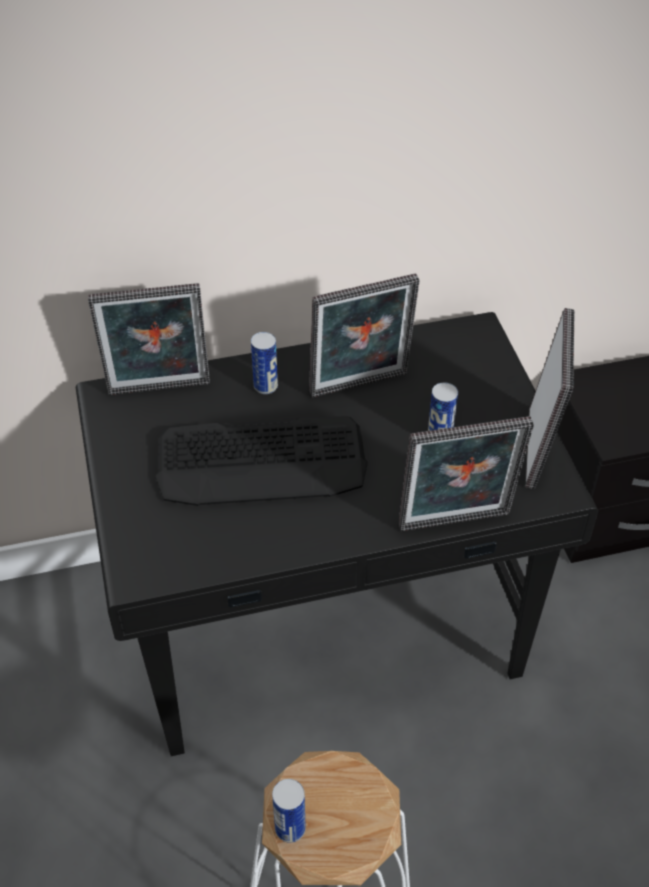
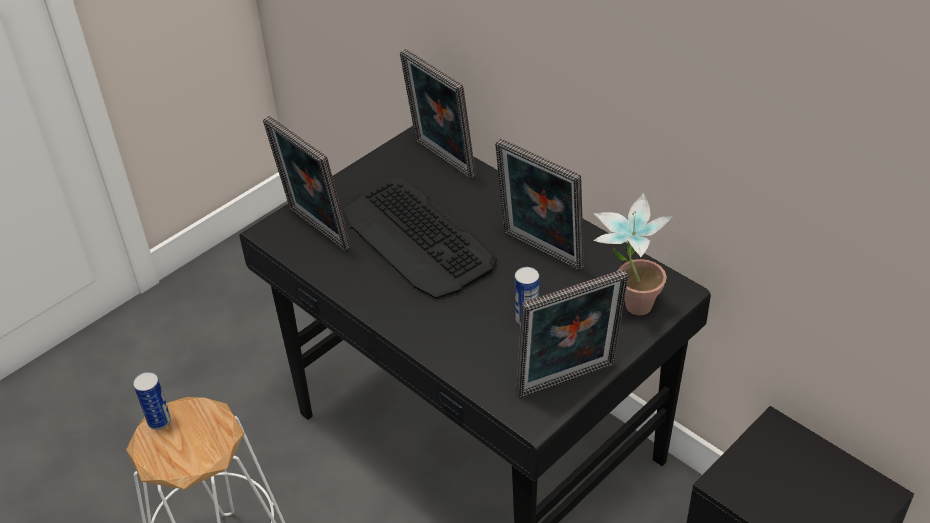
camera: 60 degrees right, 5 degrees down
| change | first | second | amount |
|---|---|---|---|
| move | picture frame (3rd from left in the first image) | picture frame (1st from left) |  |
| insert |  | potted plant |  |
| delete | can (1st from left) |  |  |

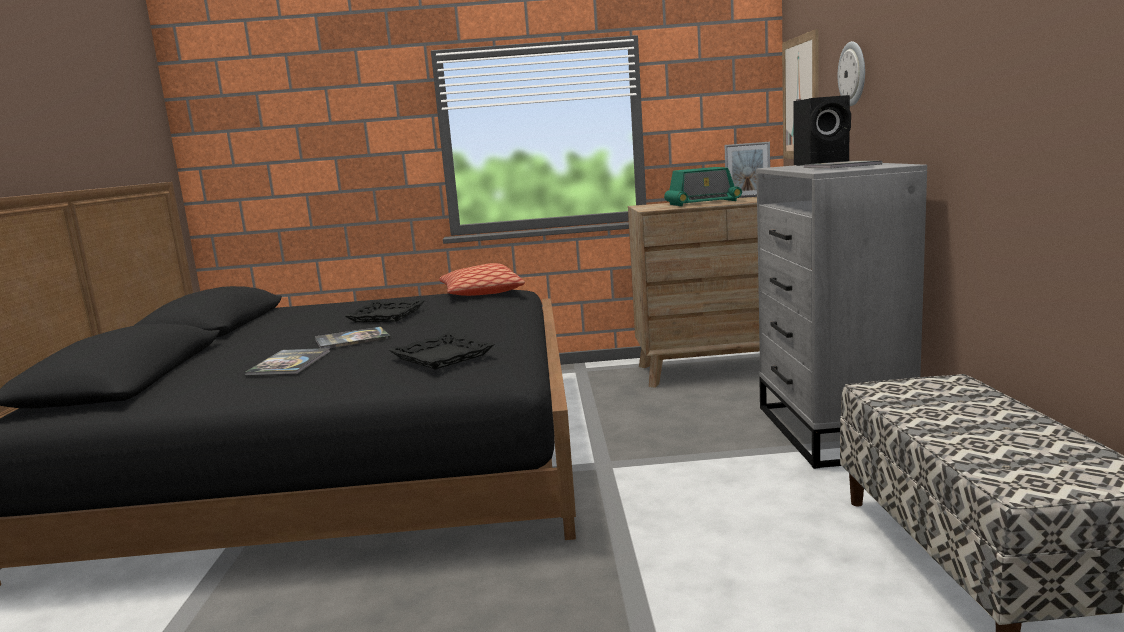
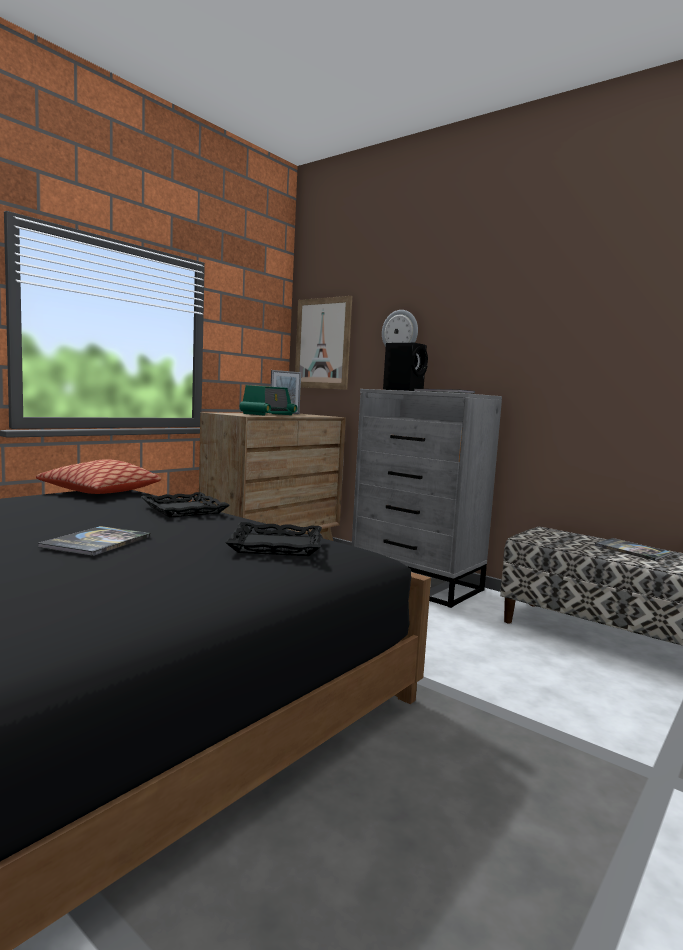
camera: 50 degrees left, 5 degrees down
| change | first | second | amount |
|---|---|---|---|
| move | tray in black (1st from left) |  |  |
| move | book (1st from left in the first image) | book (3rd from left) |  |

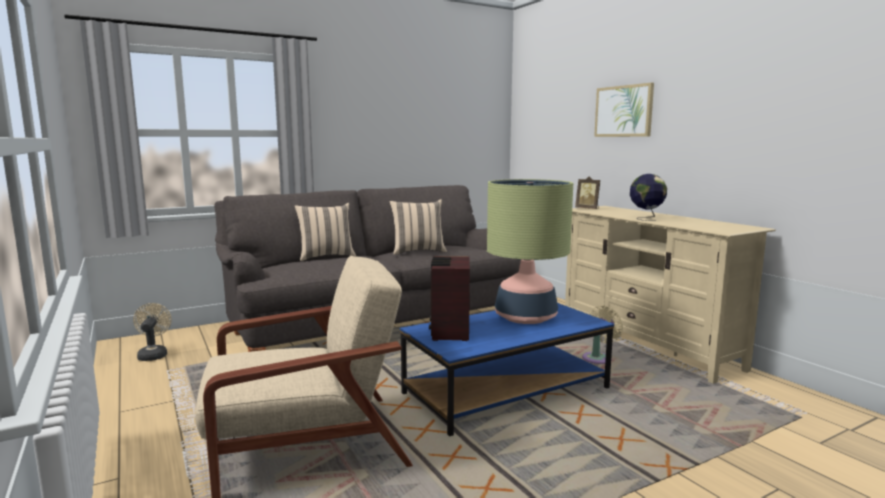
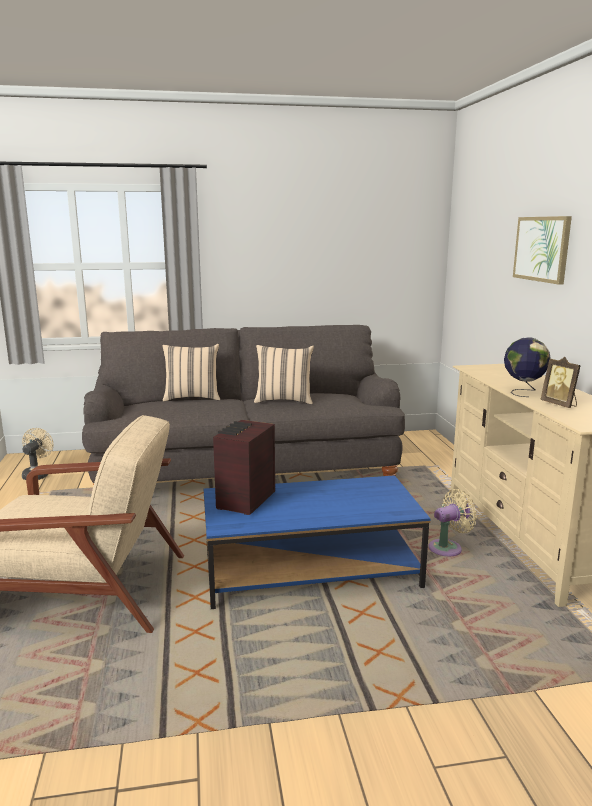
camera: 20 degrees right, 5 degrees up
| change | first | second | amount |
|---|---|---|---|
| move | picture frame |  |  |
| delete | table lamp |  |  |

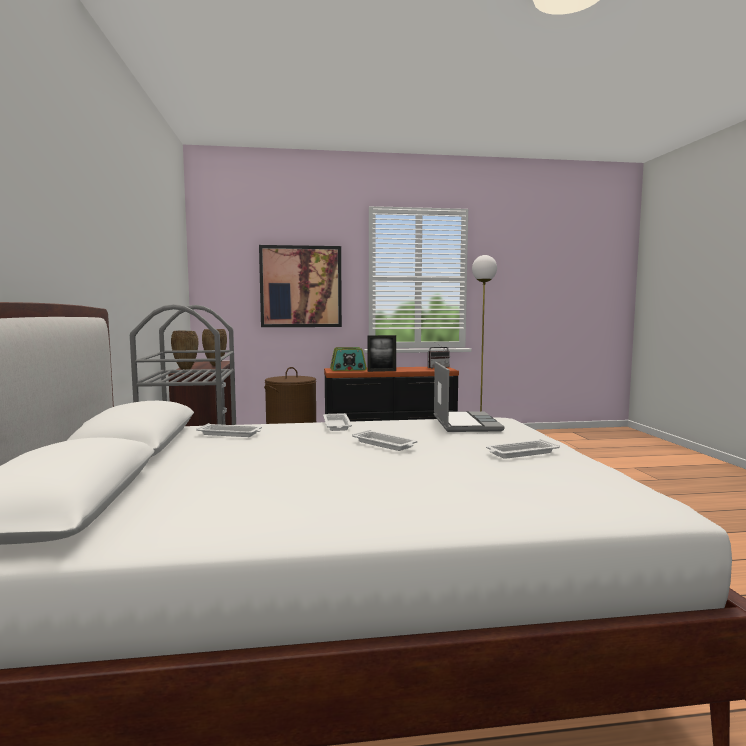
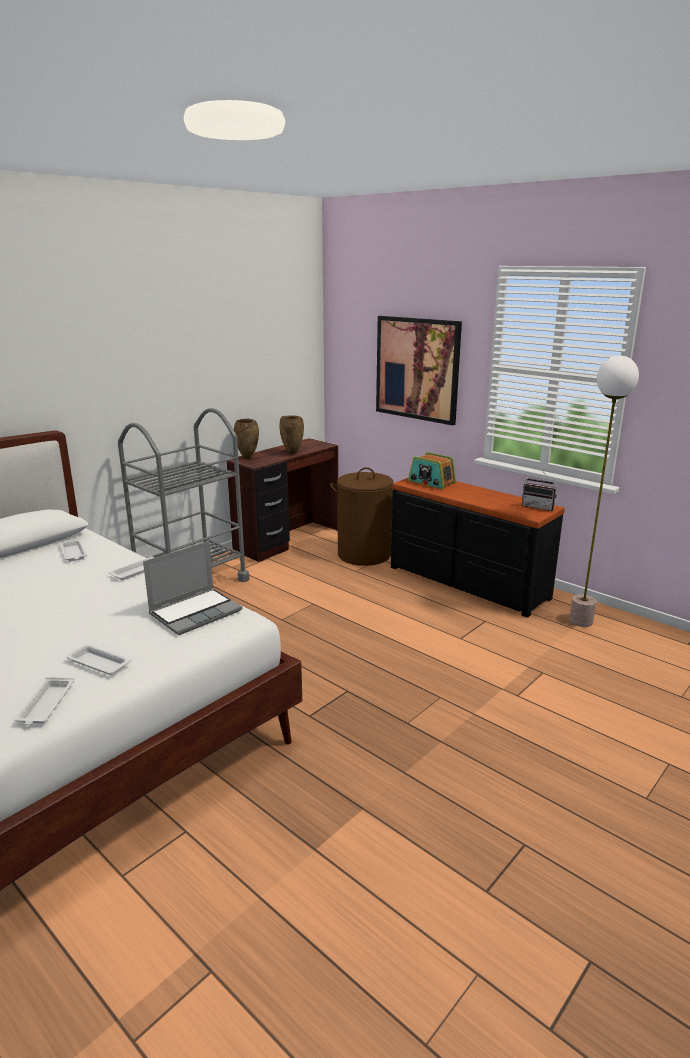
camera: 50 degrees right, 15 degrees up
| change | first | second | amount |
|---|---|---|---|
| move | tray in white (3rd from left in the first image) | tray in white (1st from left) |  |
| delete | picture frame |  |  |

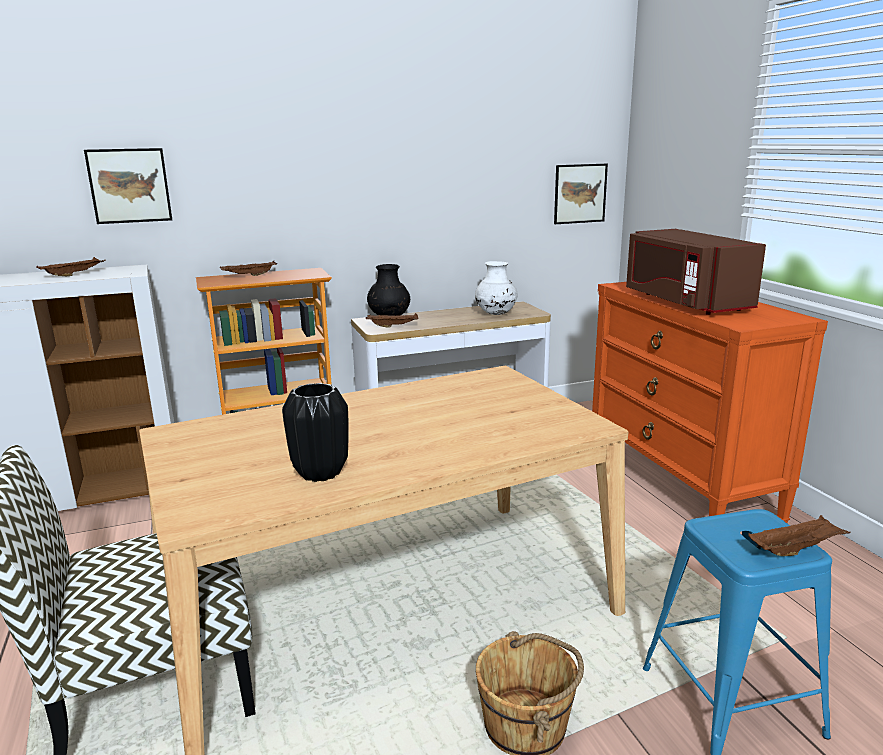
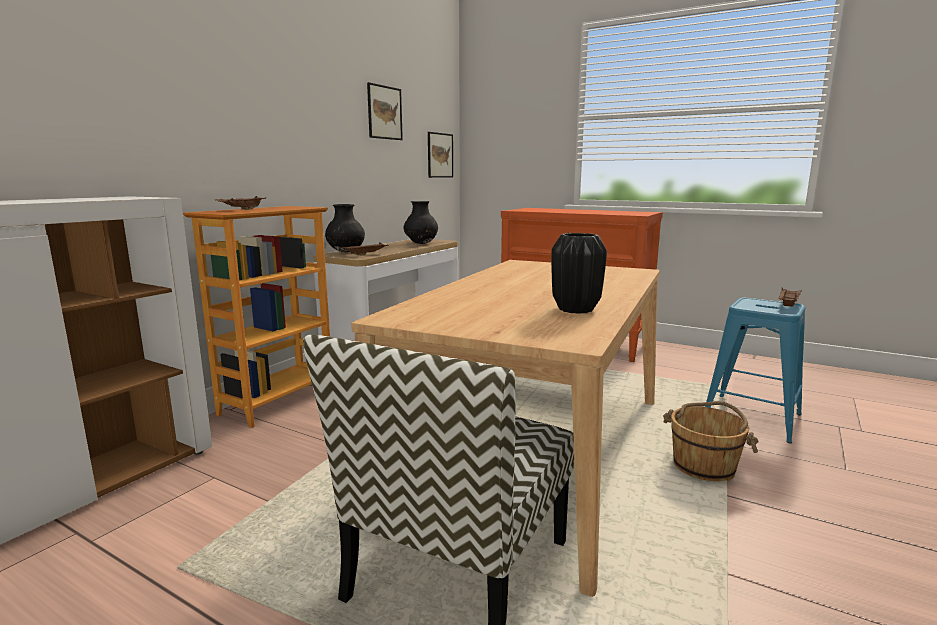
camera: 40 degrees left, 5 degrees down
| change | first | second | amount |
|---|---|---|---|
| move | picture (1st from left) |  |  |
| recolor | vase in white | vase in black (2nd from left) |  |
| delete | tray in brown (1st from left) |  |  |
| delete | microwave in brown |  |  |

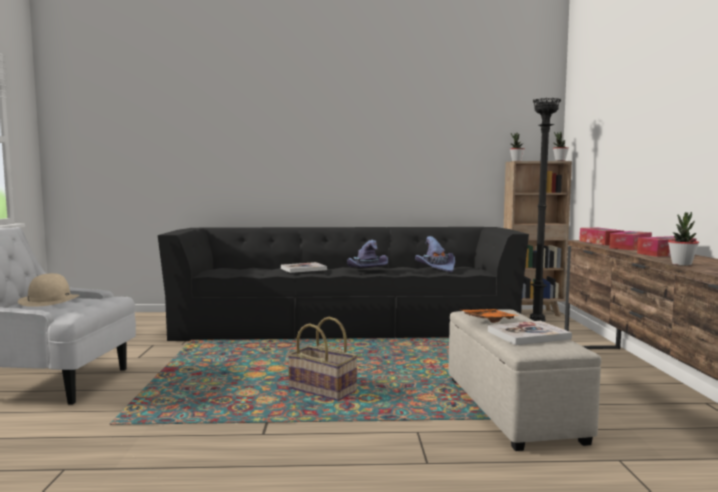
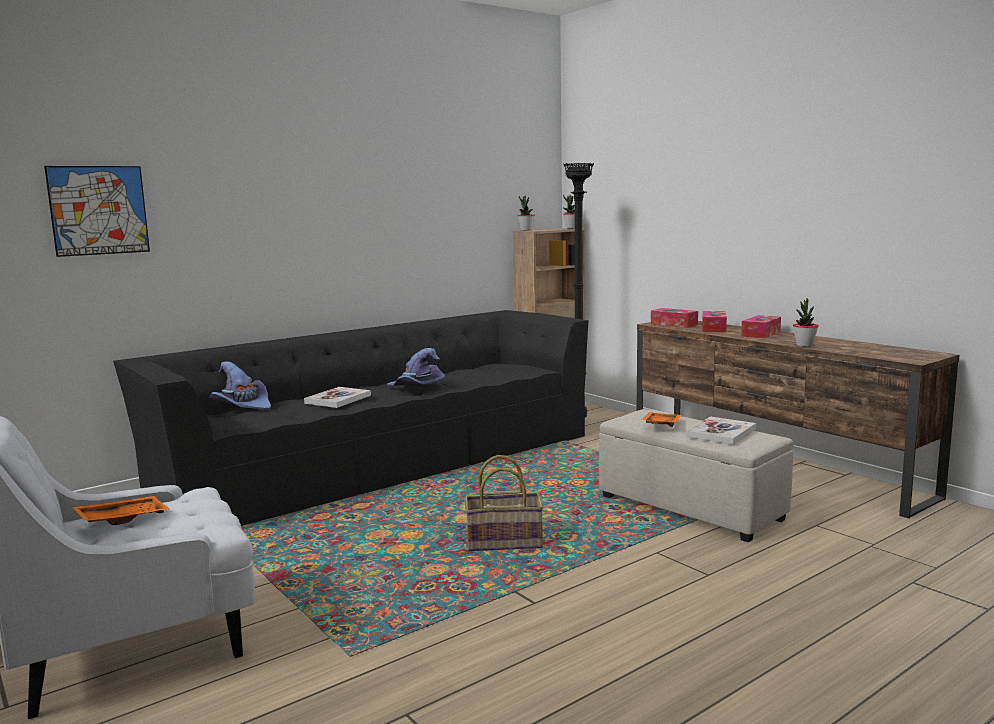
camera: 35 degrees left, 5 degrees up
| change | first | second | amount |
|---|---|---|---|
| insert |  | picture |  |
| replace | hat in beige | tray in orange (1st from left) |  |
| move | hat in purple (2nd from left in the first image) | hat in purple (1st from left) |  |

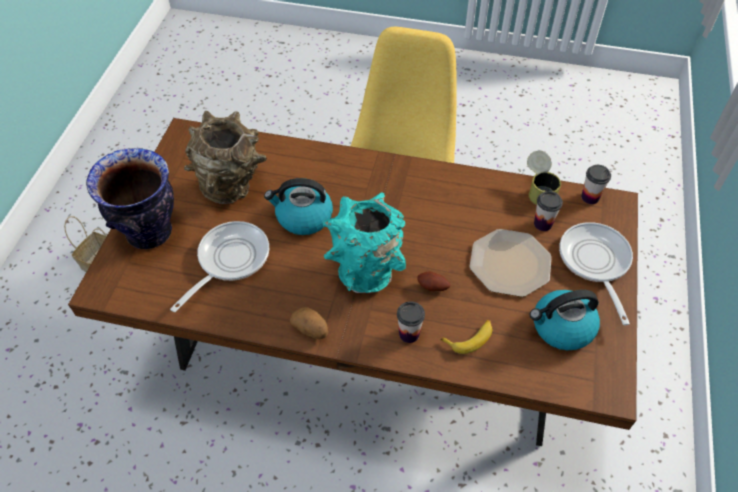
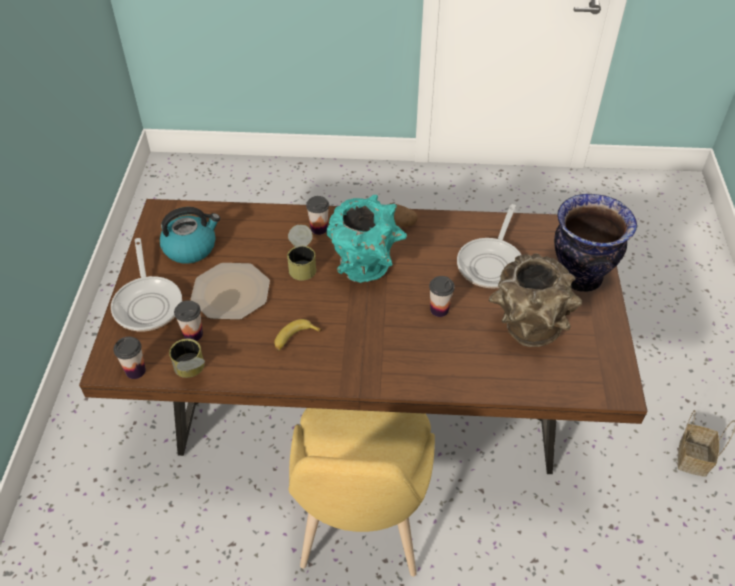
camera: 170 degrees right, 5 degrees down
| change | first | second | amount |
|---|---|---|---|
| move | banana |  |  |
| replace | potato (2nd from left) | can (2nd from left) |  |
| replace | kettle (1st from left) | cup (4th from left) |  |

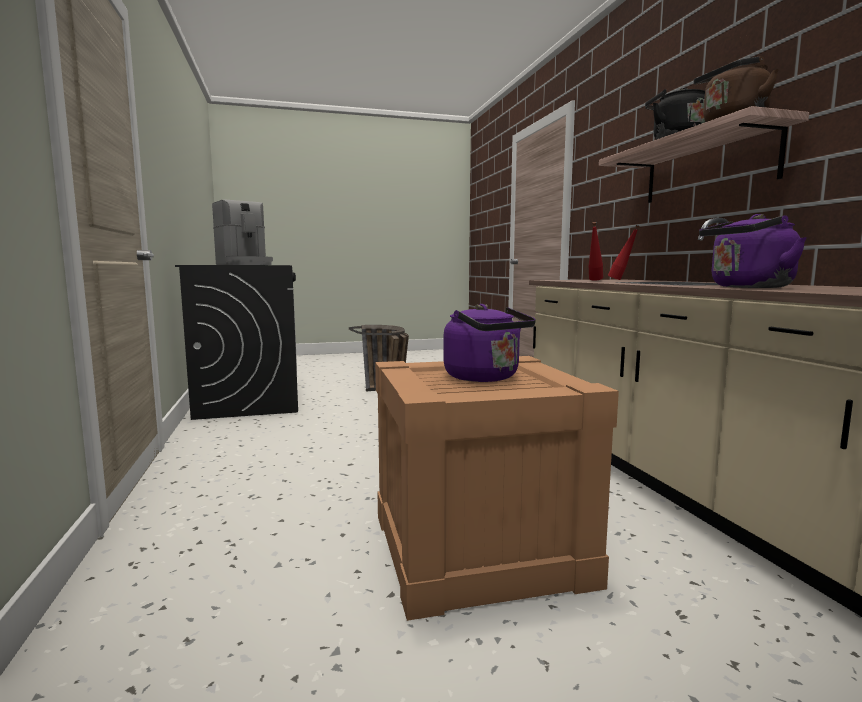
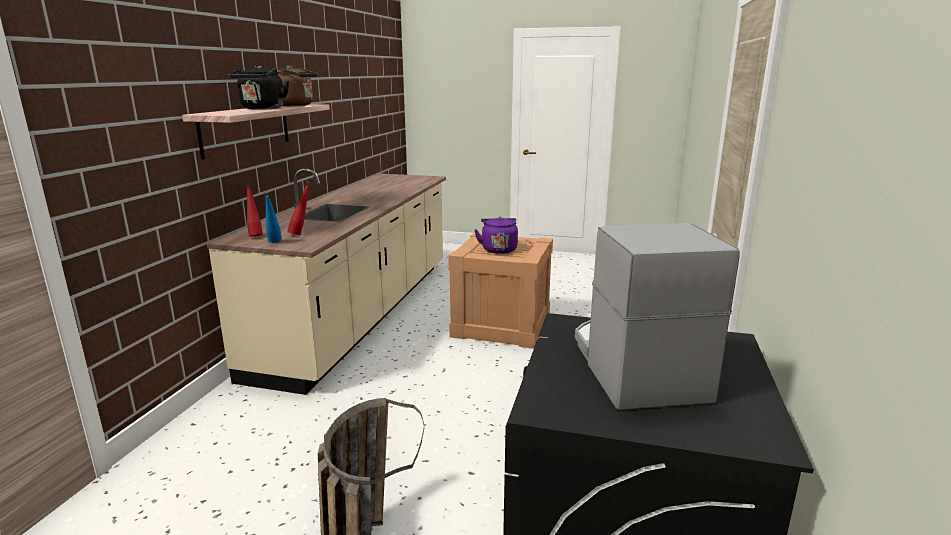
camera: 150 degrees left, 10 degrees up
| change | first | second | amount |
|---|---|---|---|
| insert |  | bottle in blue |  |
| delete | kettle in purple (2nd from left) |  |  |

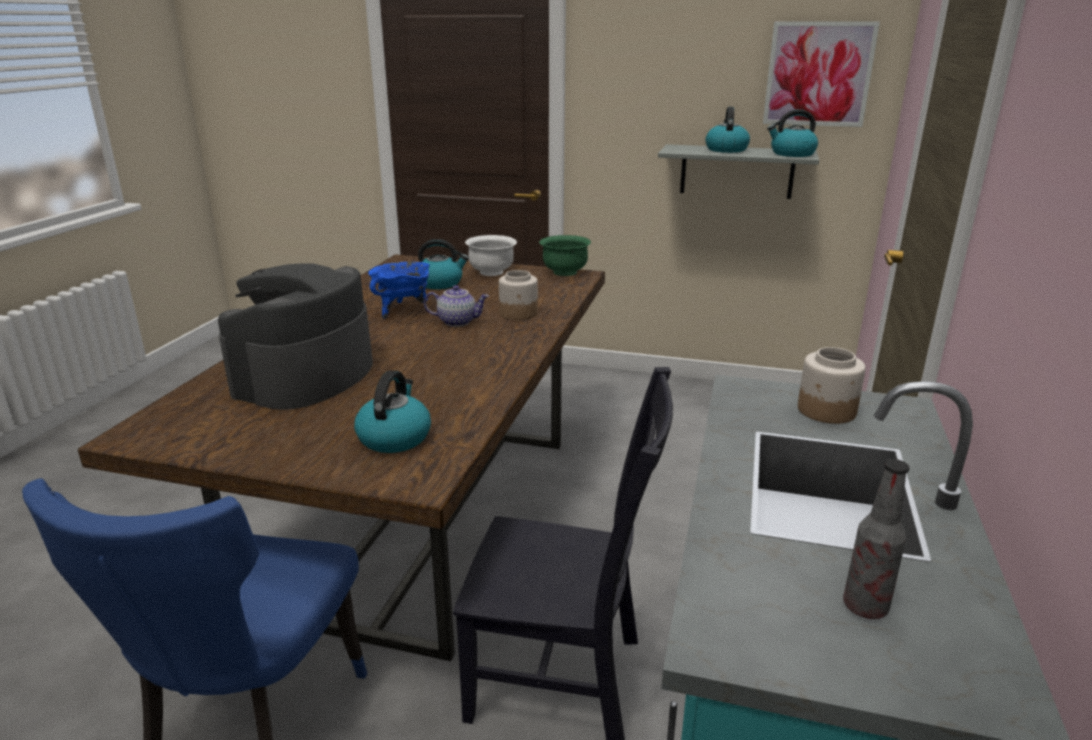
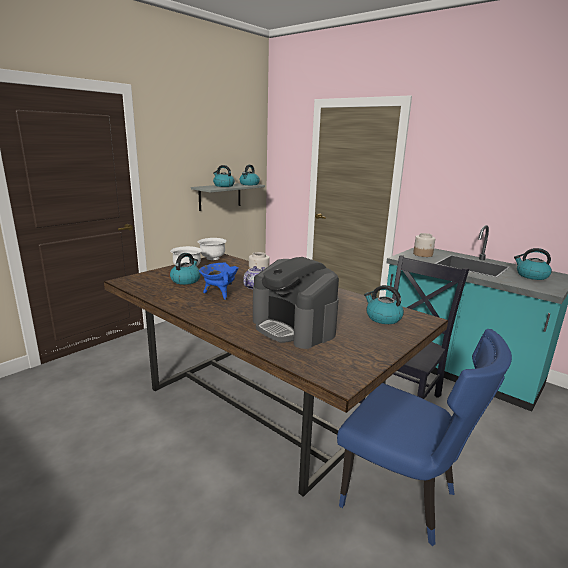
camera: 65 degrees left, 5 degrees down
| change | first | second | amount |
|---|---|---|---|
| recolor | bowl in green | bowl in white (2nd from left) |  |
| replace | bottle | kettle (5th from left) |  |
| delete | picture |  |  |

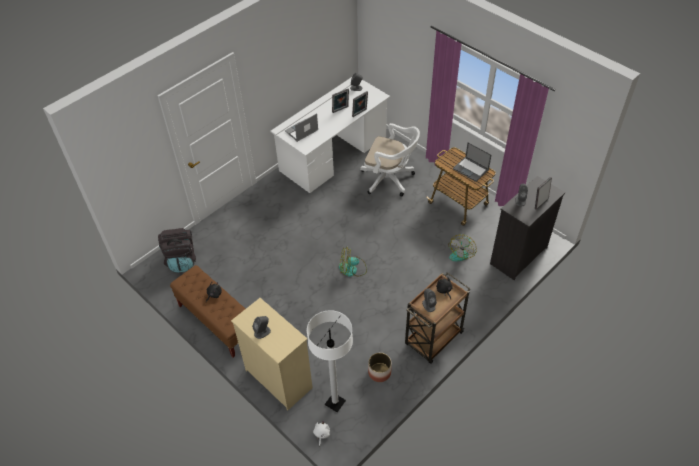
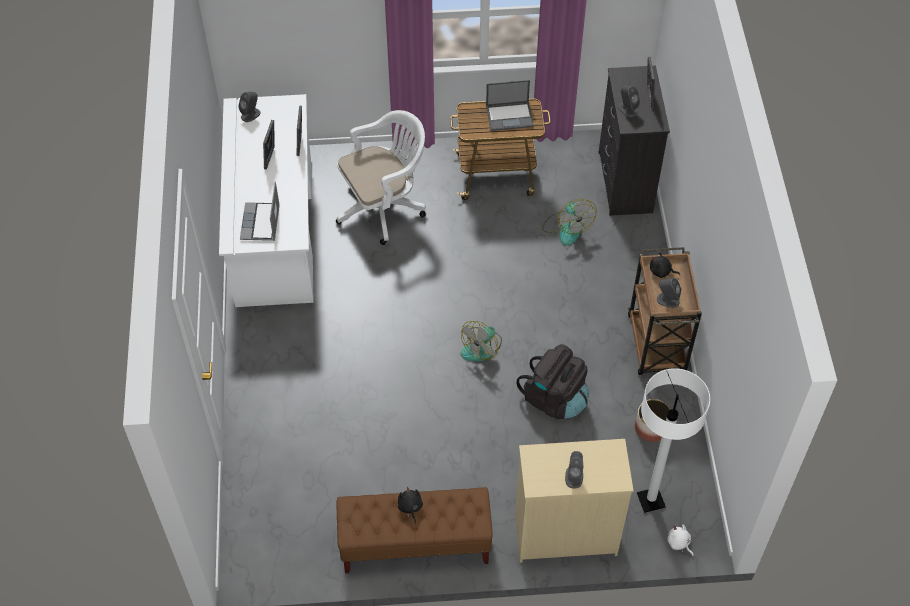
camera: 50 degrees left, 5 degrees up
| change | first | second | amount |
|---|---|---|---|
| move | backpack in black |  |  |

